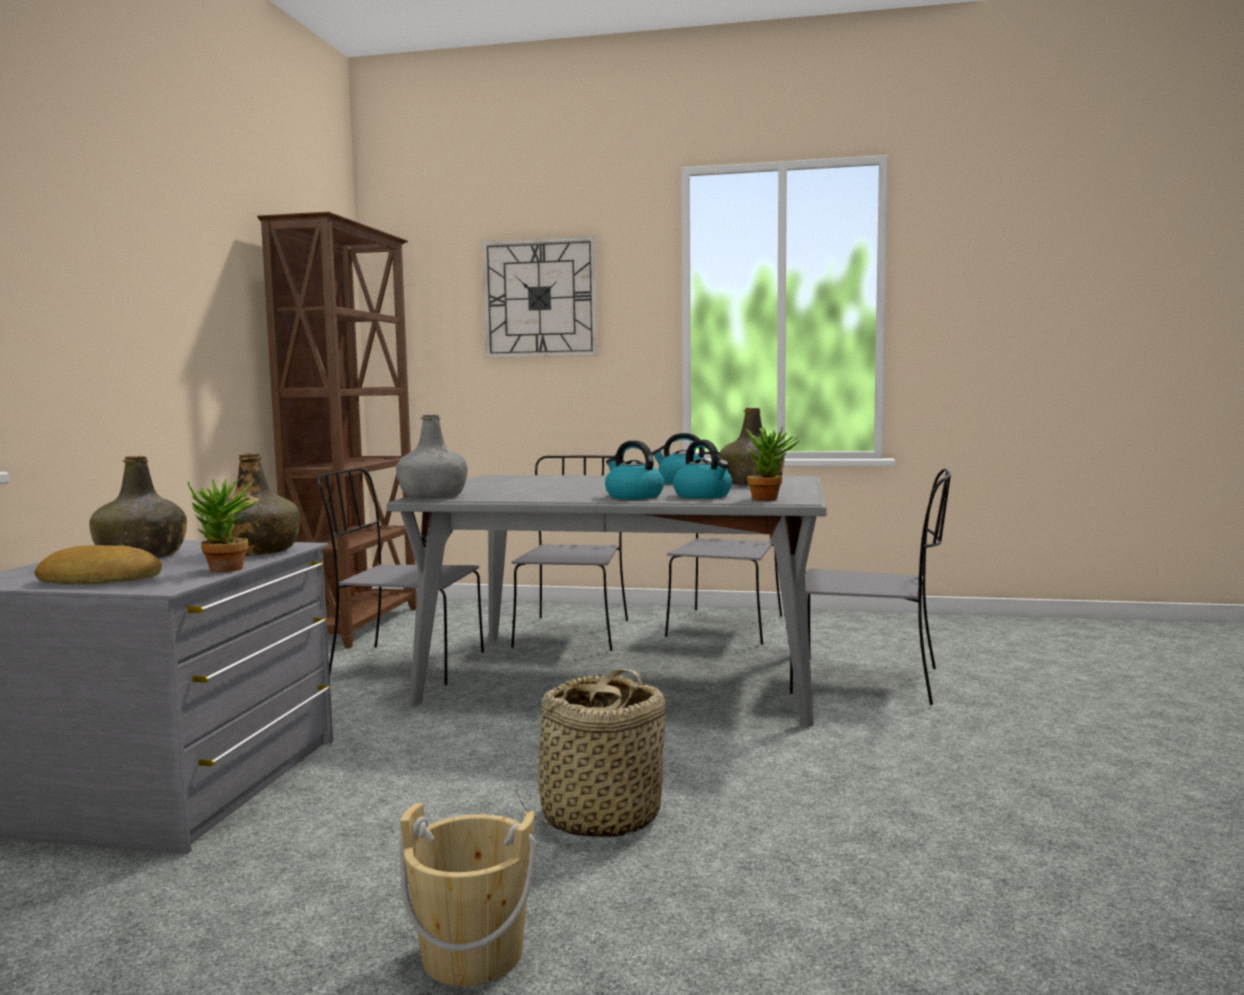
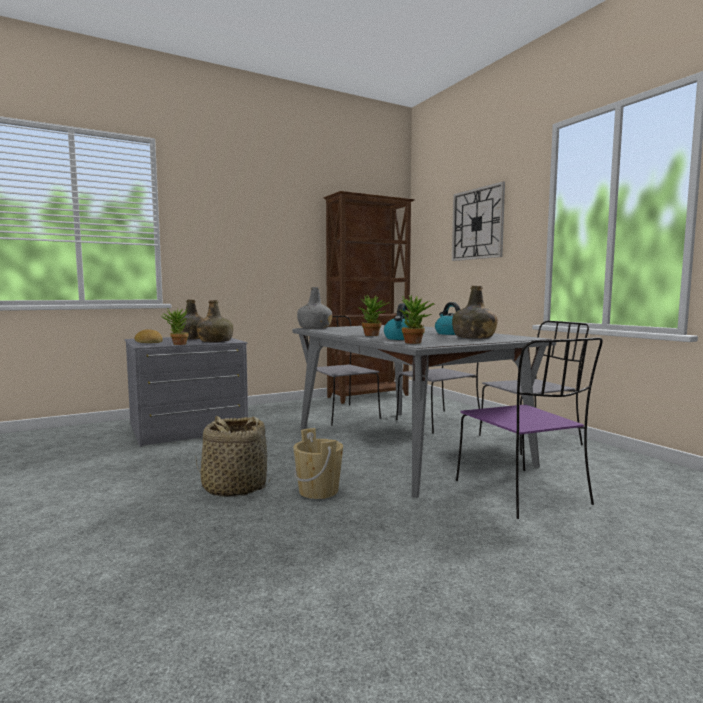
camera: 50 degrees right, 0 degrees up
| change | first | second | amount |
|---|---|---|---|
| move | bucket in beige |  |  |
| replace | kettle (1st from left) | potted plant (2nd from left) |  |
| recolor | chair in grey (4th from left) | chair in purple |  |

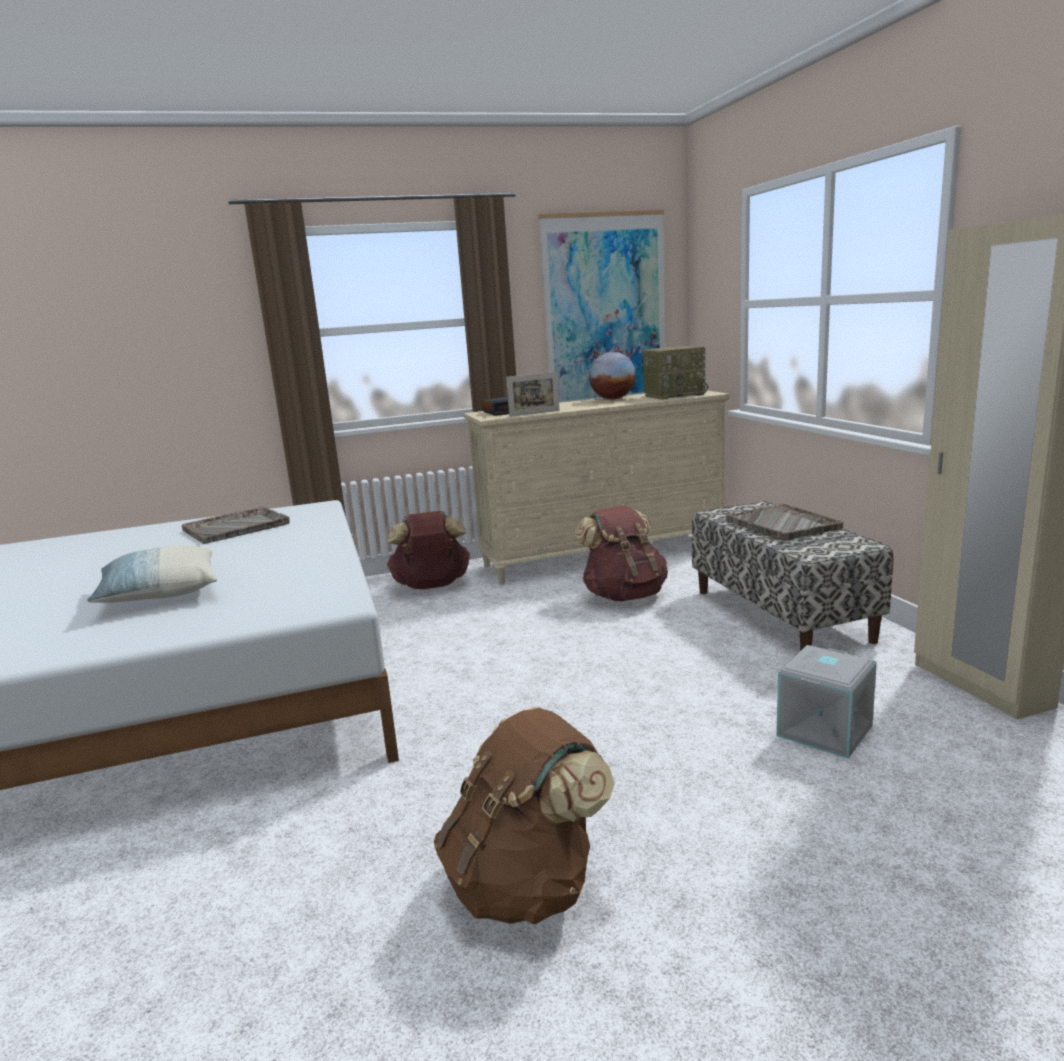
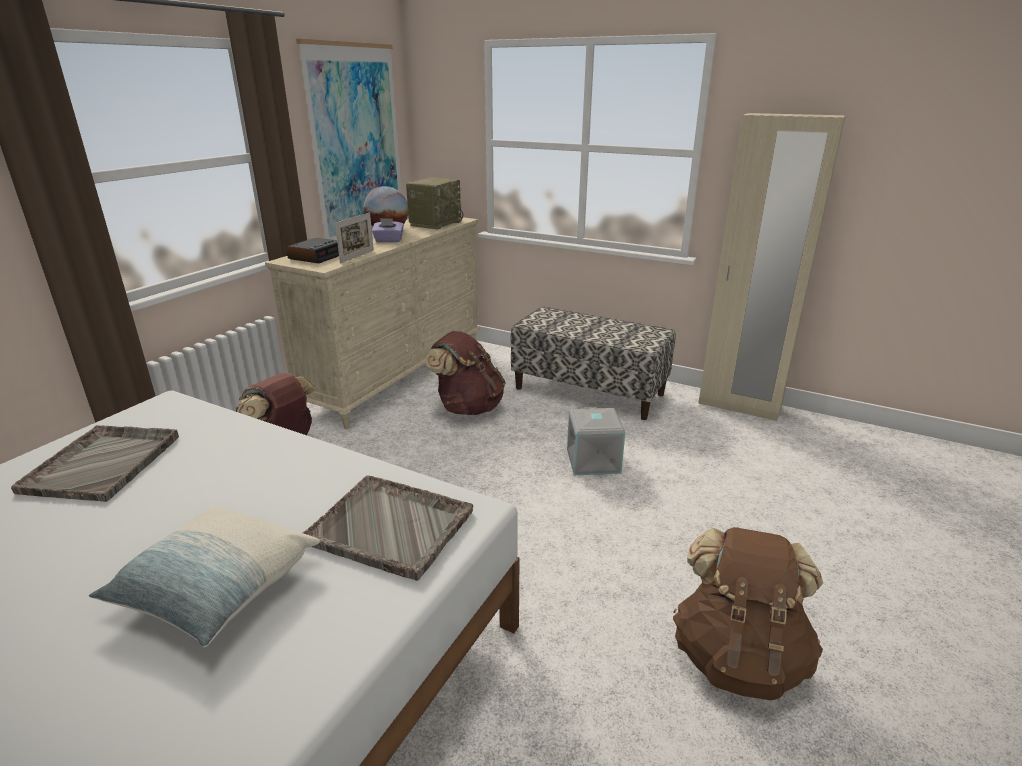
camera: 45 degrees left, 10 degrees up
| change | first | second | amount |
|---|---|---|---|
| move | tray in grey (2nd from left) |  |  |
| insert |  | tissue box in purple |  |
| move | storage box in grey |  |  |

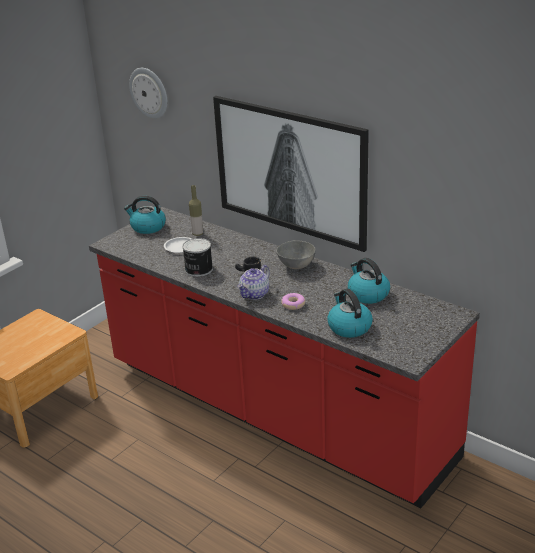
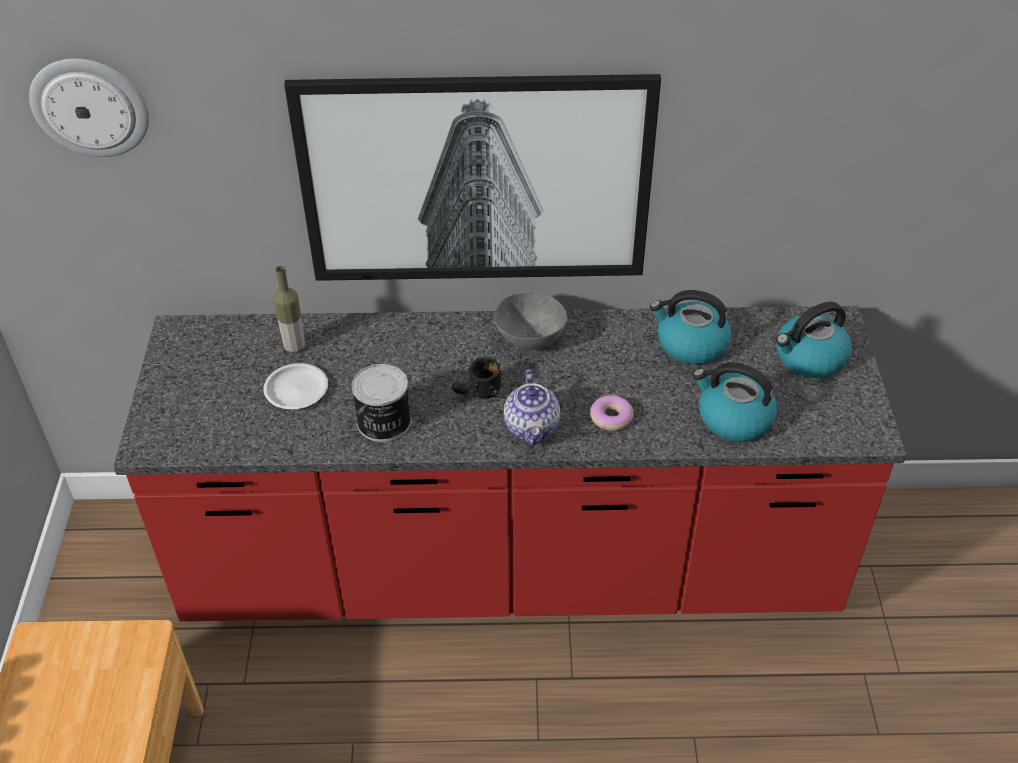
camera: 40 degrees left, 15 degrees up
| change | first | second | amount |
|---|---|---|---|
| move | kettle (1st from left in the first image) | kettle (3rd from left) |  |

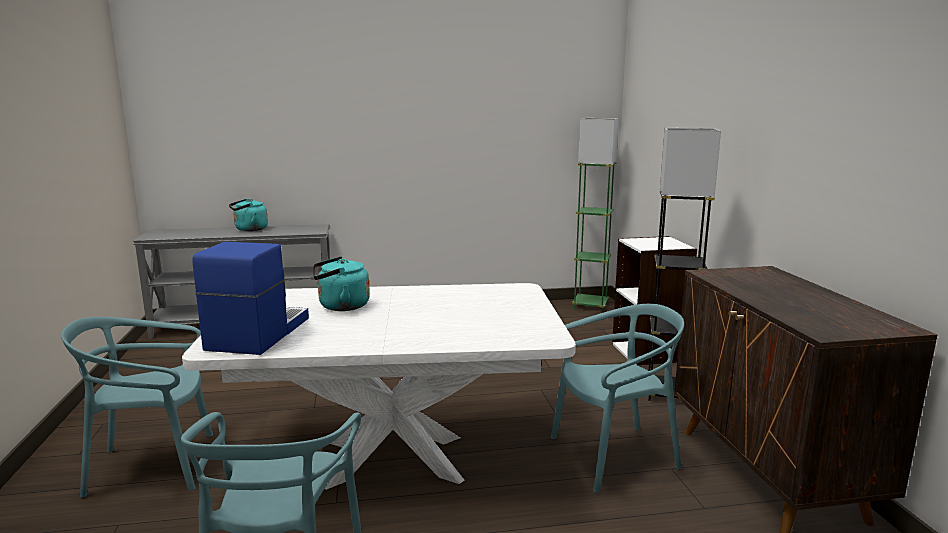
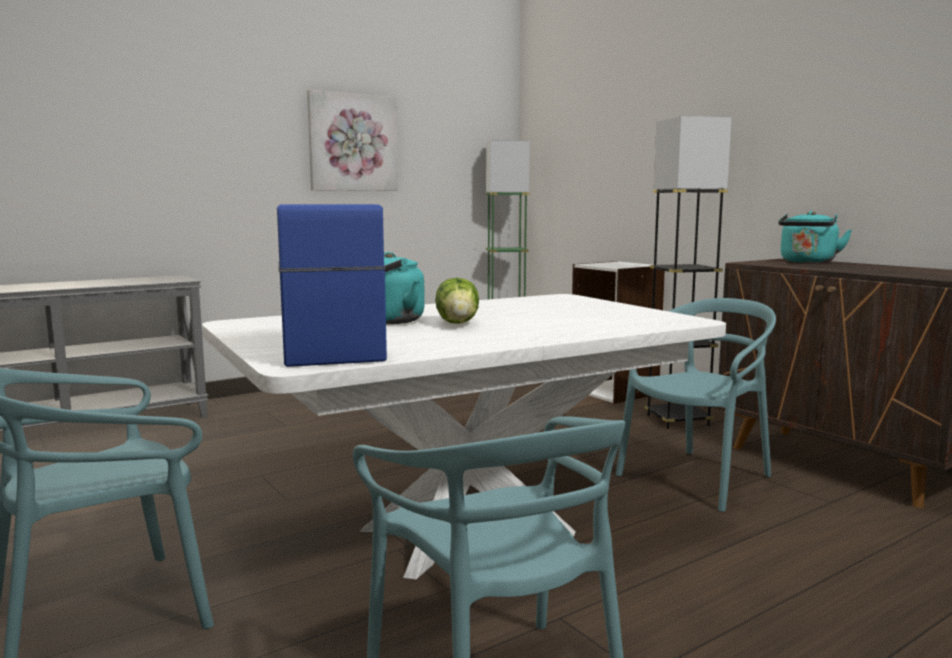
camera: 25 degrees left, 5 degrees down
| change | first | second | amount |
|---|---|---|---|
| insert |  | picture |  |
| insert |  | lettuce |  |
| move | kettle in turquoise (1st from left in the first image) | kettle in turquoise (2nd from left) |  |

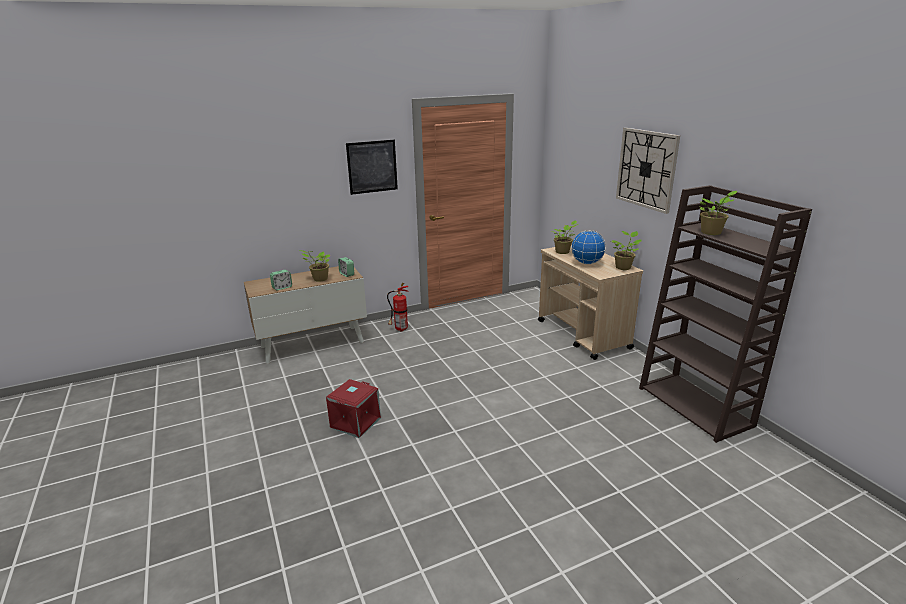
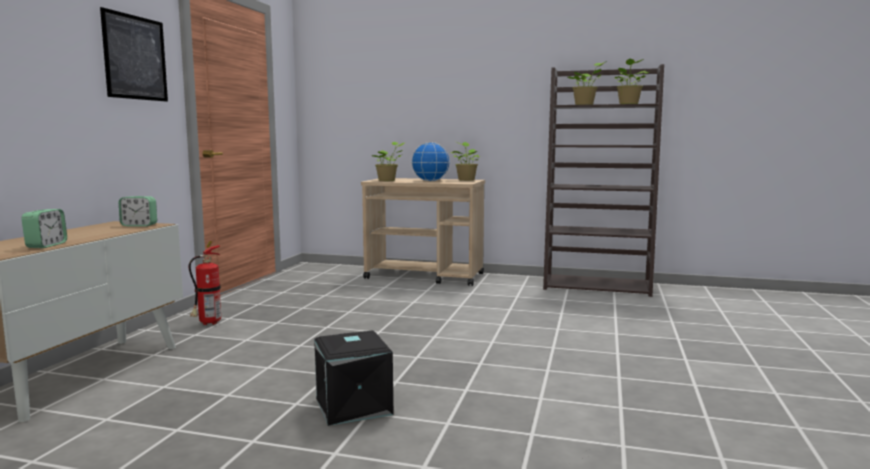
camera: 50 degrees left, 15 degrees down
| change | first | second | amount |
|---|---|---|---|
| recolor | storage box in red | storage box in black |  |
| move | potted plant (1st from left in the first image) | potted plant (4th from left) |  |
| delete | wall clock |  |  |

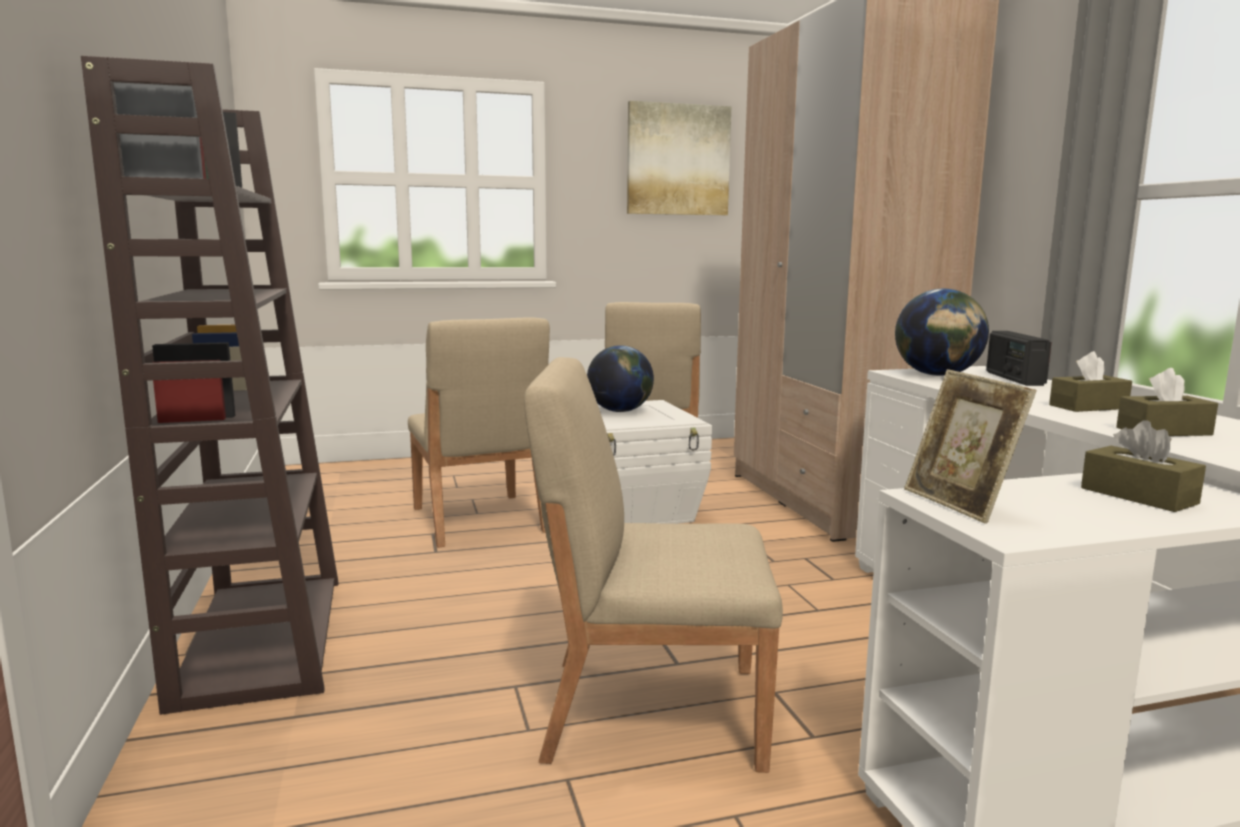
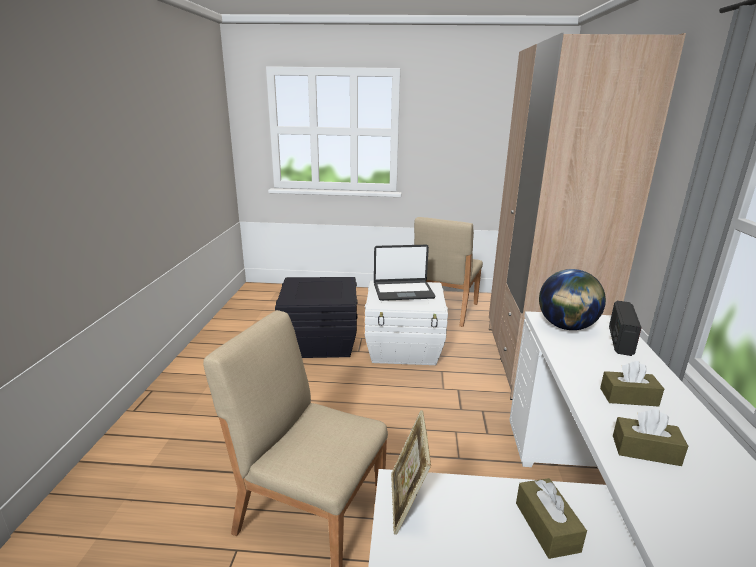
camera: 20 degrees right, 10 degrees up
| change | first | second | amount |
|---|---|---|---|
| replace | chair in beige (1st from left) | storage box in black |  |
| replace | globe (1st from left) | laptop |  |
| delete | bookcase in brown |  |  |
| delete | picture |  |  |

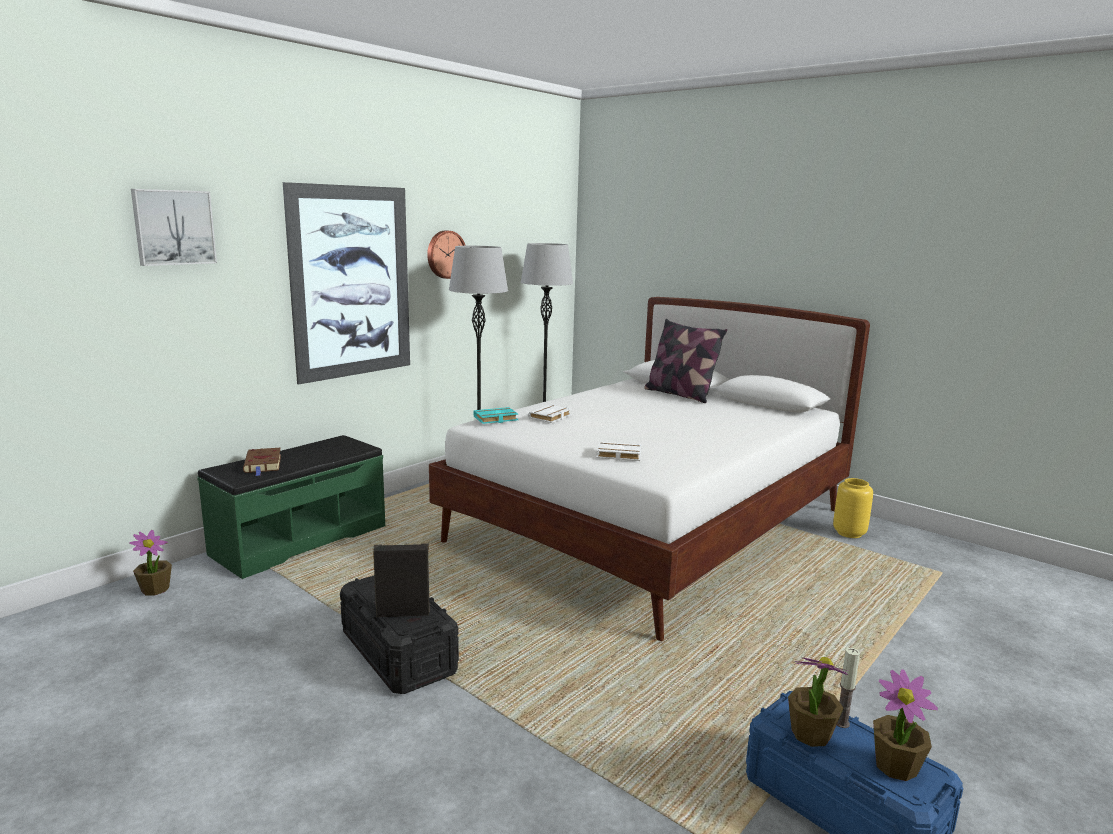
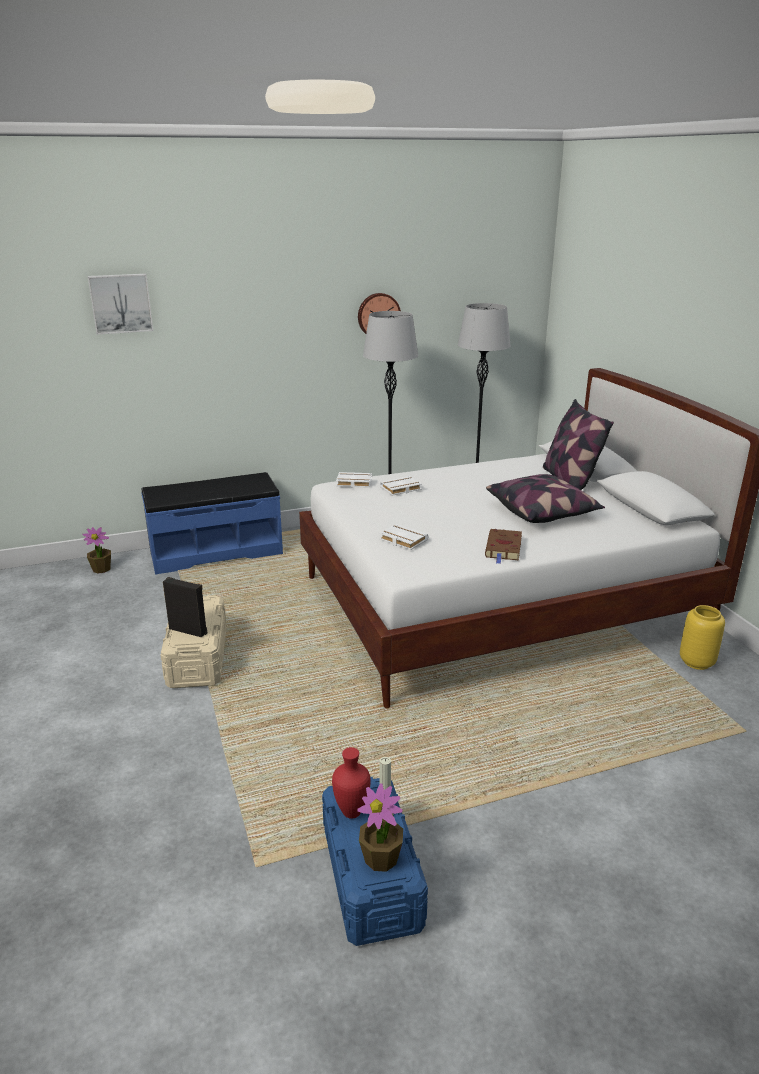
camera: 30 degrees right, 10 degrees up
| change | first | second | amount |
|---|---|---|---|
| recolor | bench in green | bench in blue |  |
| recolor | storage box in black | storage box in beige |  |
| replace | potted plant (2nd from left) | vase in red |  |
| recolor | book in turquoise | book in white (1st from left) |  |
| move | book in brown |  |  |
| insert |  | pillow (1st from left) |  |
| delete | picture (2nd from left) |  |  |

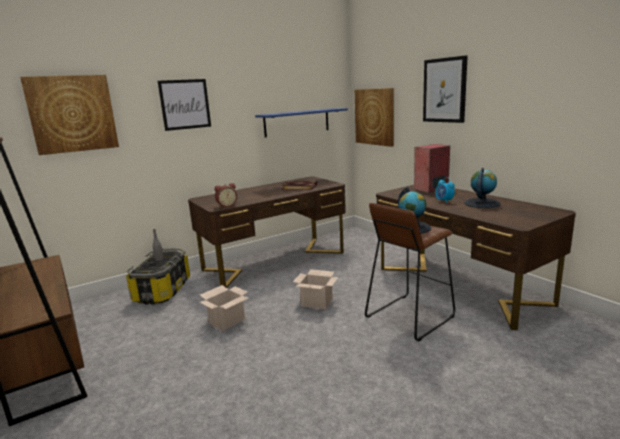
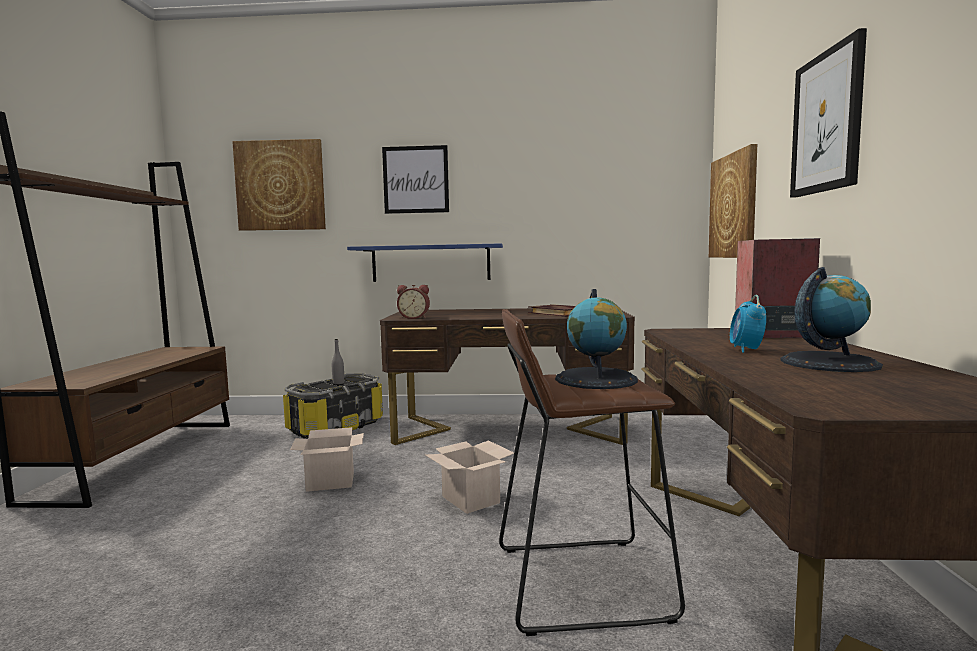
camera: 35 degrees right, 10 degrees down
| change | first | second | amount |
|---|---|---|---|
| move | shelf in blue |  |  |

